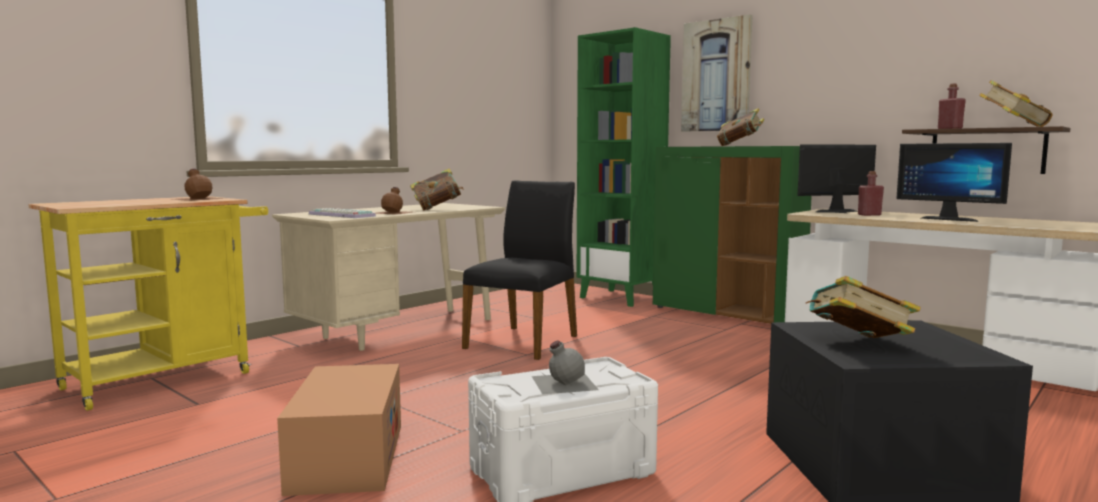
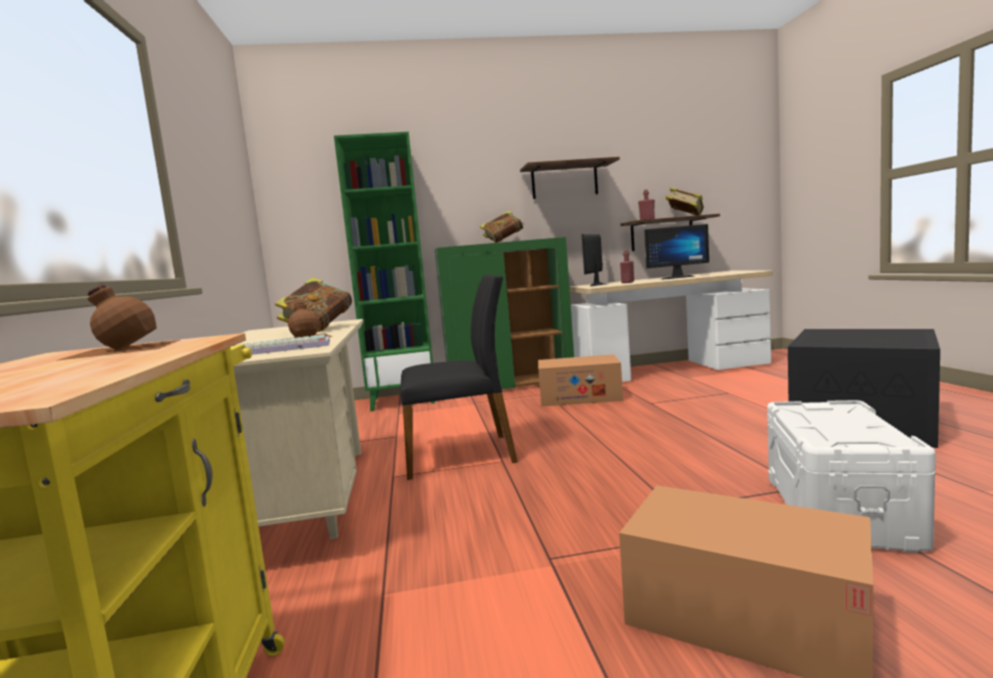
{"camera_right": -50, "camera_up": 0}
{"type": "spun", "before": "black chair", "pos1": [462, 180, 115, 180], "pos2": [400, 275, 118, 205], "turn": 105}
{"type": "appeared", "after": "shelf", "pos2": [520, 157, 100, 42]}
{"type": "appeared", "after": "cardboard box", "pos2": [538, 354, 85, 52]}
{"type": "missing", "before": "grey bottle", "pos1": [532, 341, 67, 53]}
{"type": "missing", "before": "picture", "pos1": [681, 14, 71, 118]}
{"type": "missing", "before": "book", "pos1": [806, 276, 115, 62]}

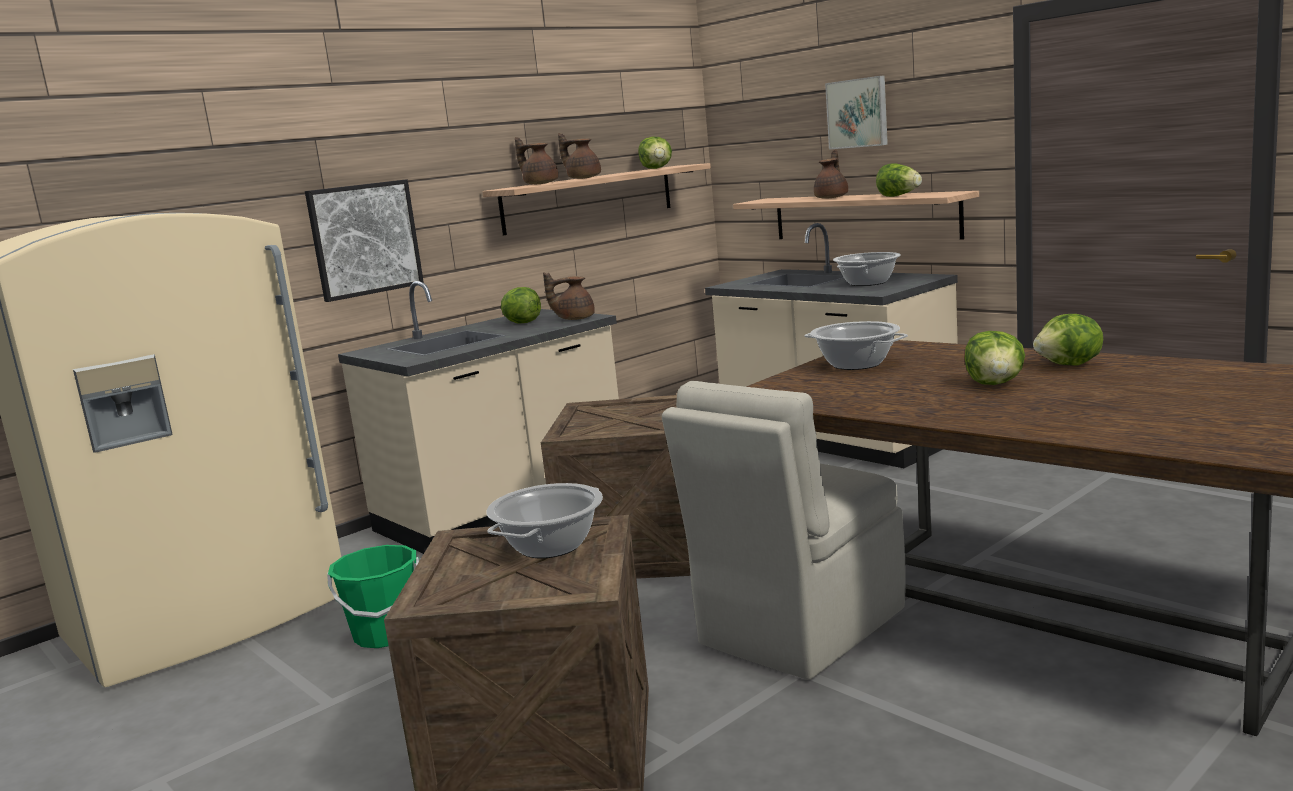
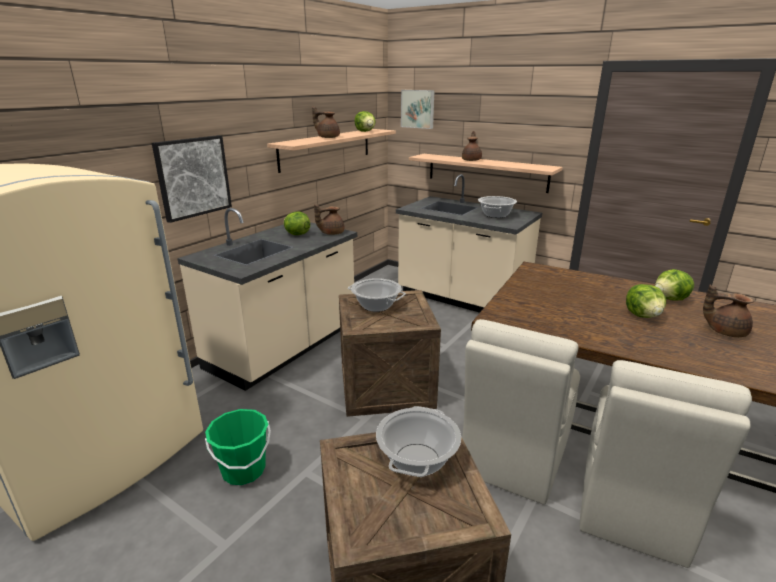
{"camera_right": -15, "camera_up": 10}
{"type": "relocated", "before": "cooking pot", "pos1": [805, 321, 103, 49], "pos2": [348, 278, 58, 34]}
{"type": "relocated", "before": "picture", "pos1": [825, 75, 63, 75], "pos2": [401, 90, 33, 39]}
{"type": "appeared", "after": "beige chair", "pos2": [580, 360, 172, 208]}
{"type": "relocated", "before": "brown teapot", "pos1": [515, 137, 43, 47], "pos2": [703, 285, 51, 53]}
{"type": "missing", "before": "lettuce", "pos1": [876, 163, 46, 34]}

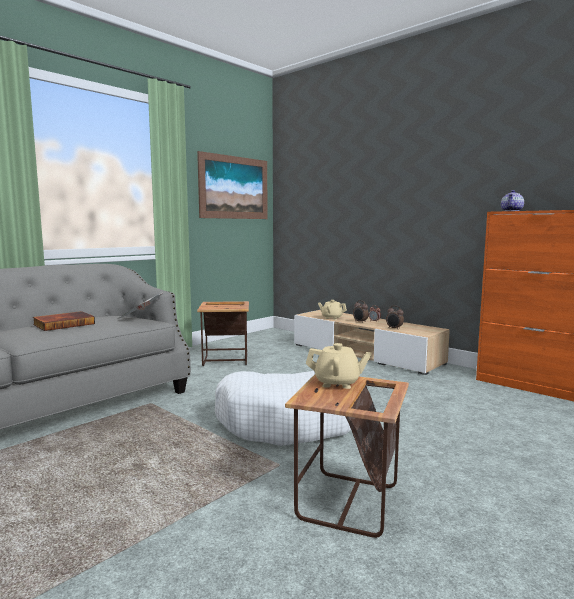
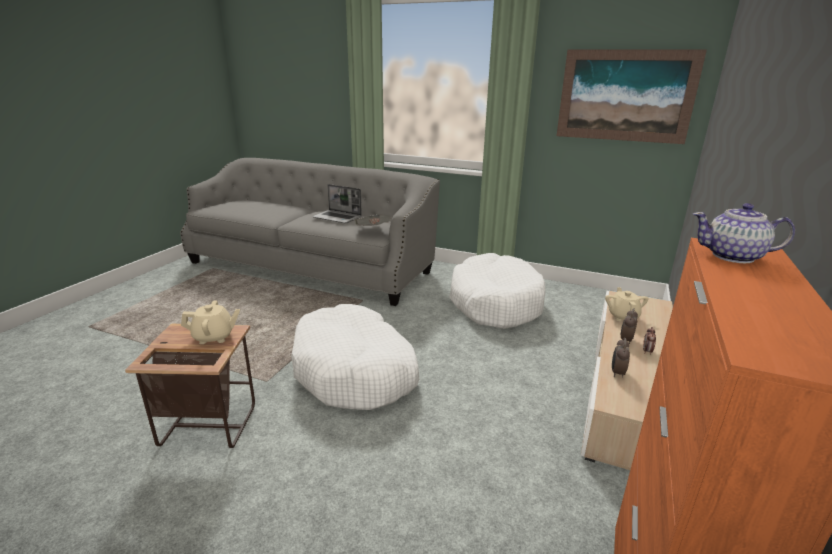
{"camera_right": 70, "camera_up": 15}
{"type": "spun", "before": "beige teapot", "pos1": [306, 343, 65, 46], "pos2": [181, 300, 59, 44], "turn": -90}
{"type": "exchanged", "before": "book", "after": "laptop", "pos1": [33, 311, 62, 20], "pos2": [312, 184, 50, 40]}
{"type": "exchanged", "before": "side table", "after": "white dog bed", "pos1": [197, 301, 52, 65], "pos2": [449, 253, 96, 76]}

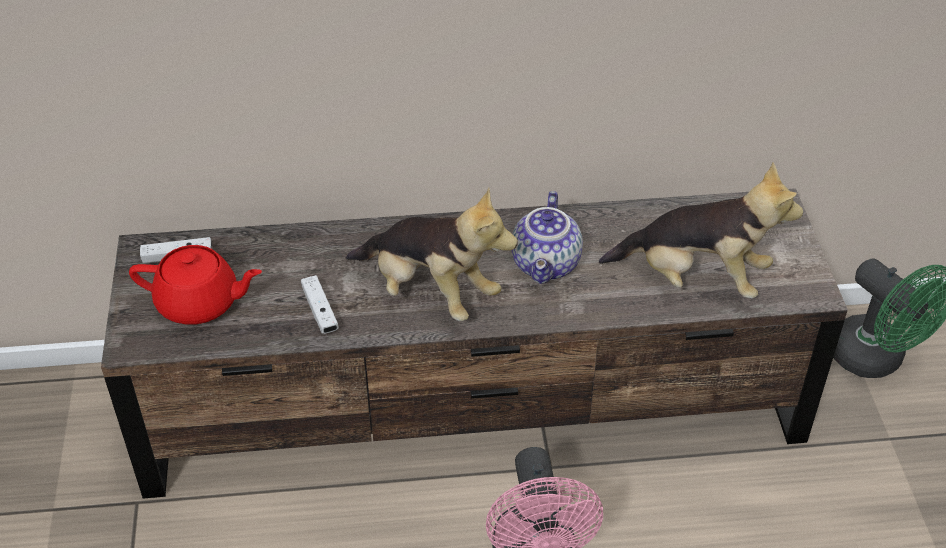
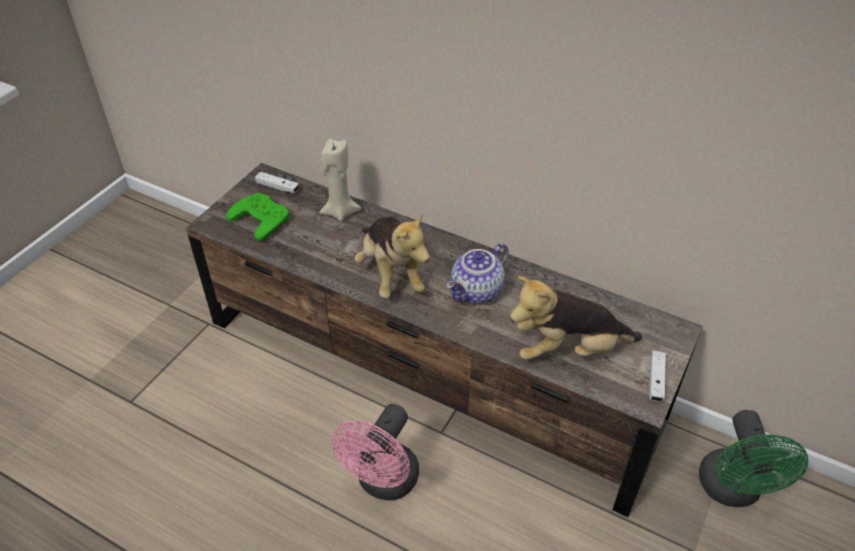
{"camera_right": 35, "camera_up": 0}
{"type": "exchanged", "before": "red teapot", "after": "green game controller", "pos1": [129, 245, 133, 80], "pos2": [226, 193, 64, 48]}
{"type": "appeared", "after": "beige candle", "pos2": [319, 139, 42, 83]}
{"type": "spun", "before": "plush toy", "pos1": [599, 162, 204, 137], "pos2": [510, 276, 132, 84], "turn": 120}
{"type": "relocated", "before": "white game controller", "pos1": [301, 275, 38, 59], "pos2": [649, 351, 17, 51]}

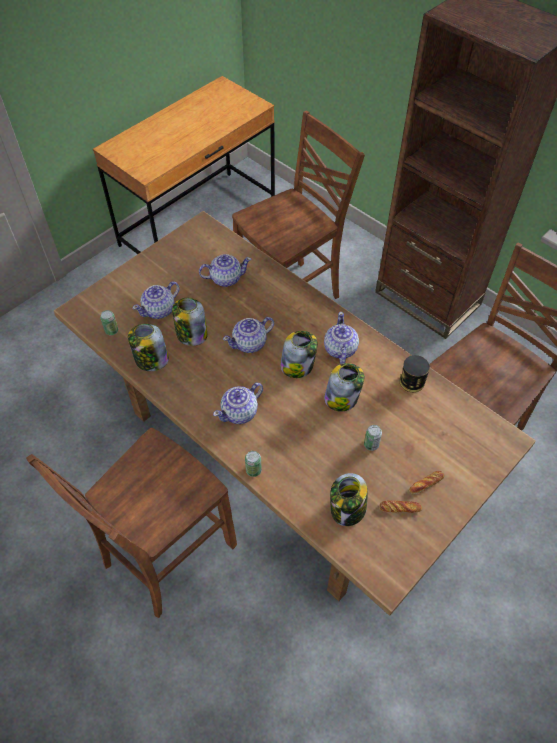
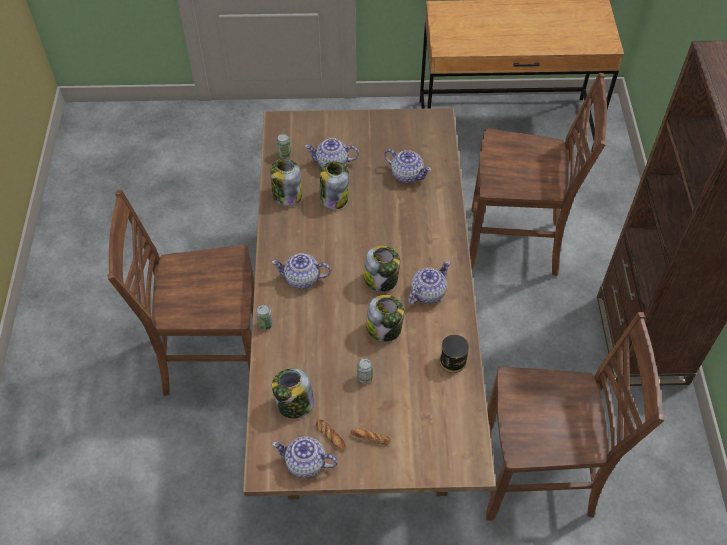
{"camera_right": 45, "camera_up": 0}
{"type": "relocated", "before": "teapot", "pos1": [223, 317, 51, 36], "pos2": [272, 436, 66, 42]}

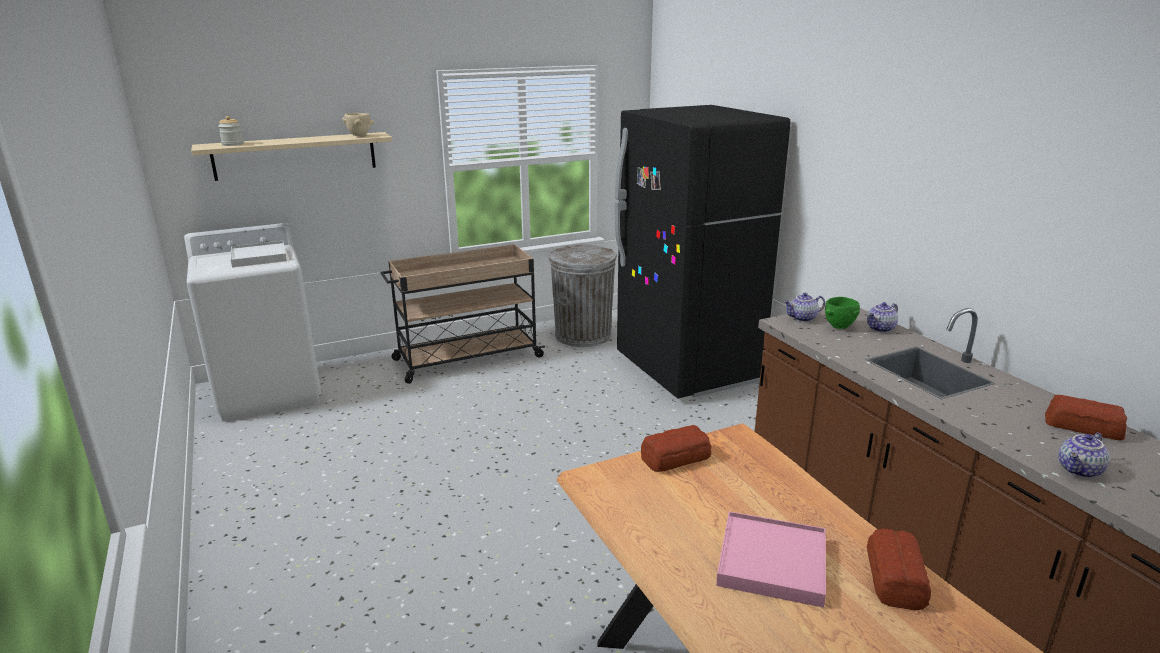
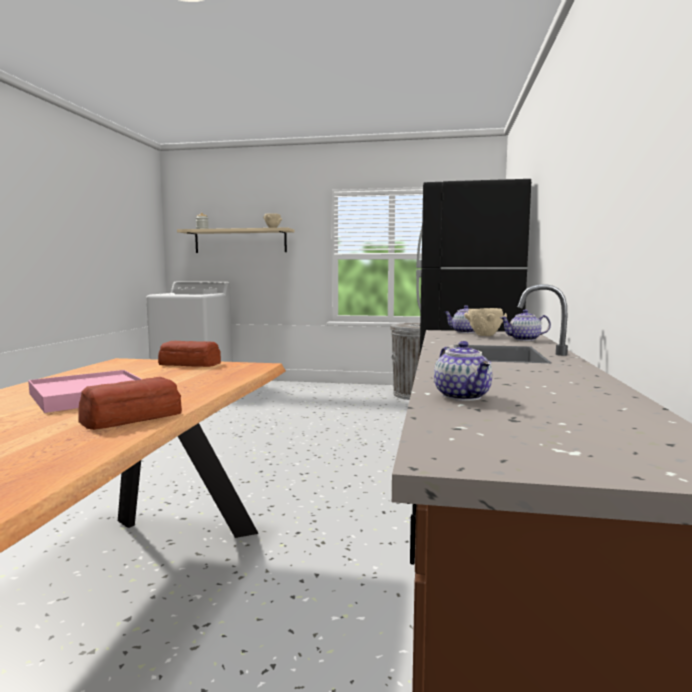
{"camera_right": 35, "camera_up": -15}
{"type": "spun", "before": "teapot", "pos1": [1058, 433, 52, 45], "pos2": [434, 341, 58, 60], "turn": -105}
{"type": "colour", "before": "green bowl", "after": "beige bowl", "pos1": [825, 297, 35, 32], "pos2": [464, 308, 43, 28]}
{"type": "missing", "before": "beige cart", "pos1": [380, 244, 165, 140]}
{"type": "missing", "before": "bread", "pos1": [1045, 395, 82, 46]}

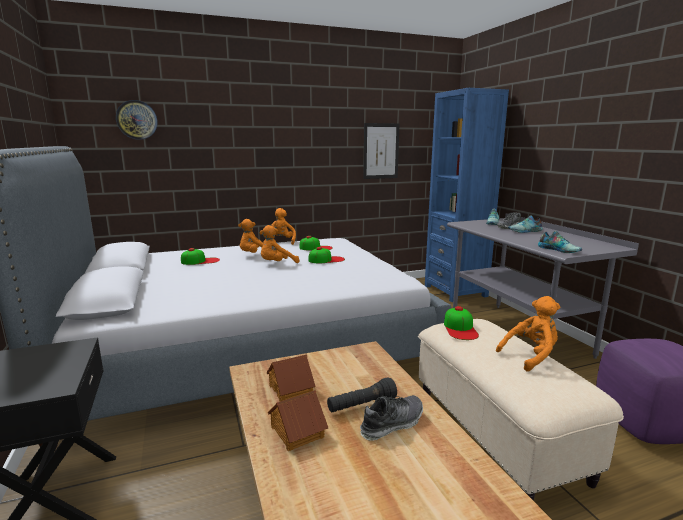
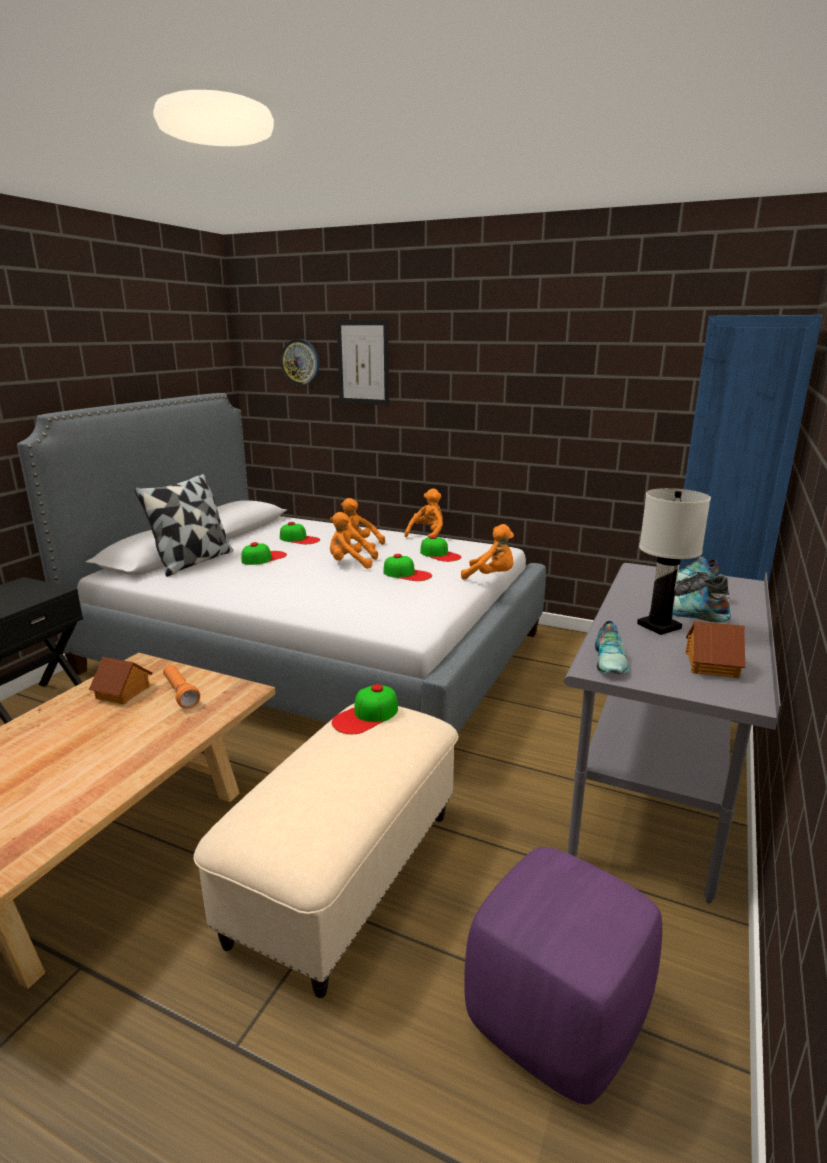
{"camera_right": 45, "camera_up": 5}
{"type": "appeared", "after": "pillow", "pos2": [134, 473, 99, 104]}
{"type": "appeared", "after": "orange flashlight", "pos2": [163, 665, 37, 43]}
{"type": "appeared", "after": "cap", "pos2": [241, 542, 46, 23]}
{"type": "relocated", "before": "picture", "pos1": [363, 123, 36, 56], "pos2": [336, 319, 53, 86]}
{"type": "relocated", "before": "orange plush toy", "pos1": [496, 296, 64, 76], "pos2": [461, 524, 53, 56]}
{"type": "appeared", "after": "white table lamp", "pos2": [637, 488, 74, 147]}
{"type": "relocated", "before": "toy house", "pos1": [268, 390, 60, 61], "pos2": [685, 621, 60, 57]}
{"type": "missing", "before": "black flashlight", "pos1": [327, 378, 70, 34]}
{"type": "missing", "before": "shoe", "pos1": [360, 395, 63, 46]}

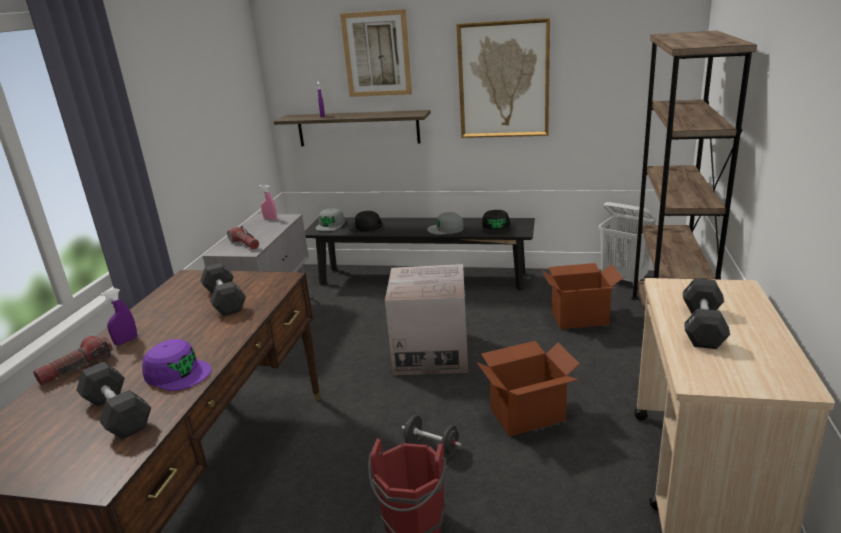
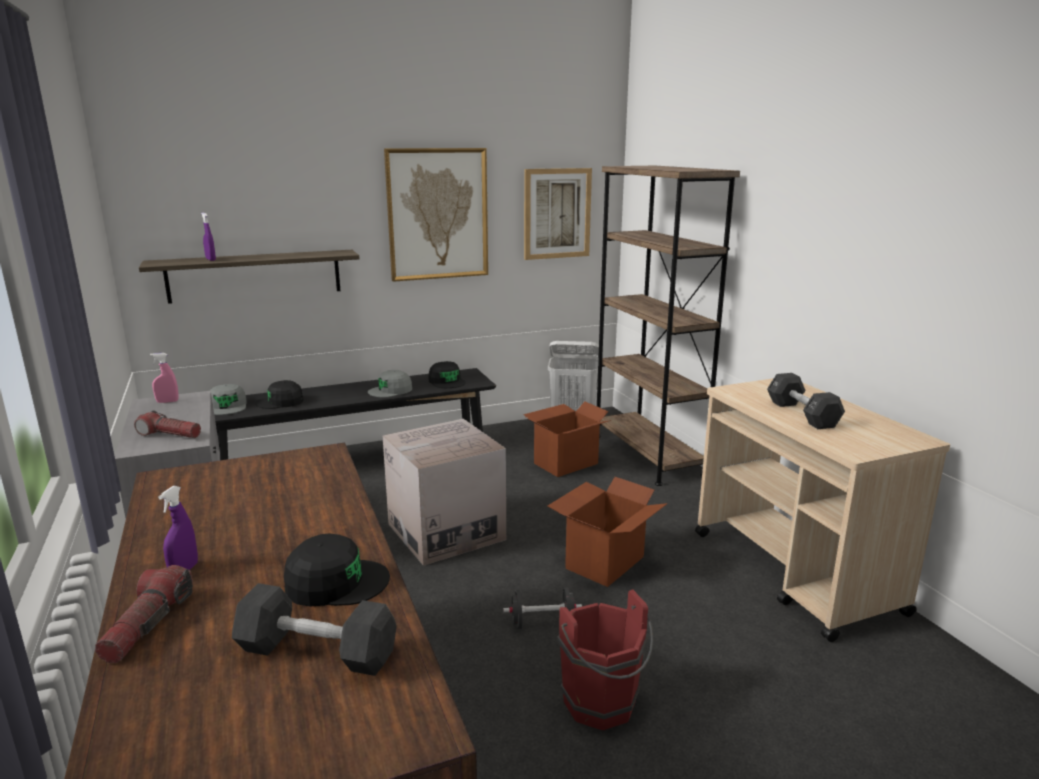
{"camera_right": -35, "camera_up": -5}
{"type": "colour", "before": "purple cap", "after": "black cap", "pos1": [142, 339, 70, 52], "pos2": [284, 534, 106, 72]}
{"type": "relocated", "before": "picture", "pos1": [340, 9, 72, 88], "pos2": [524, 168, 68, 92]}
{"type": "missing", "before": "black dumbbell", "pos1": [200, 263, 46, 53]}

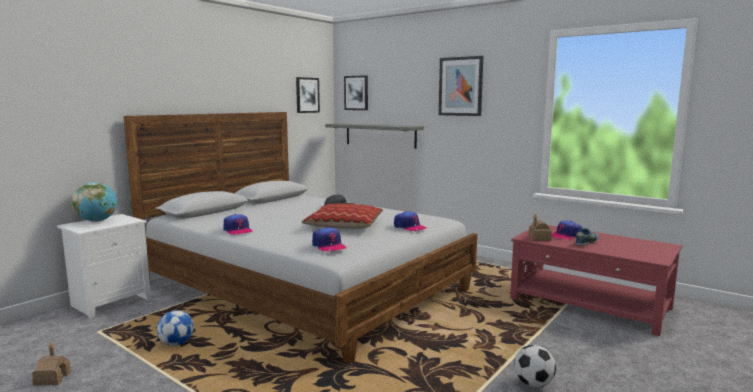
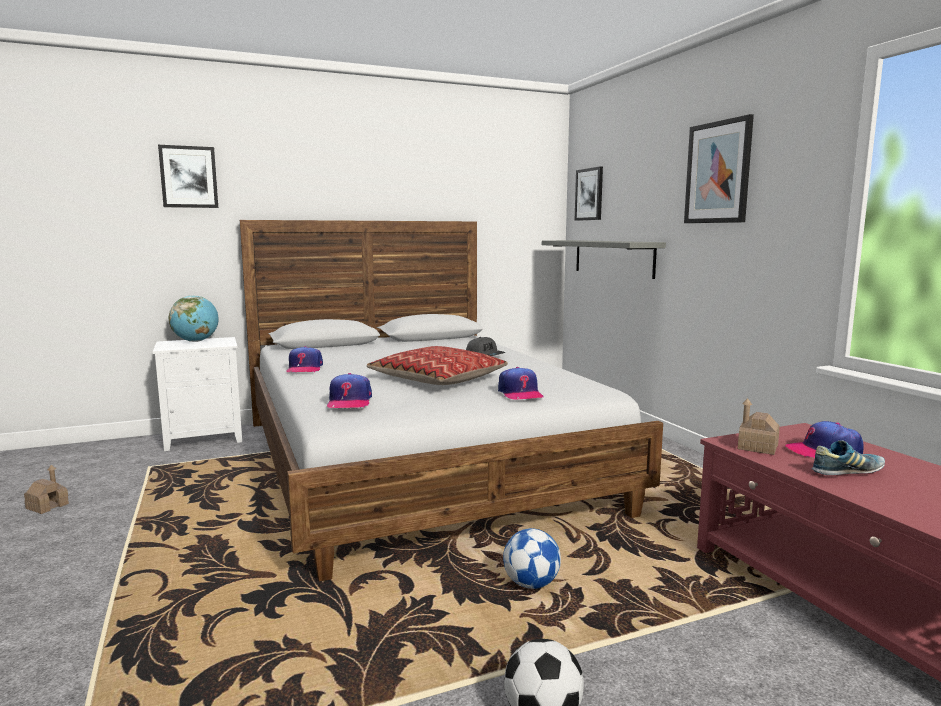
{"camera_right": 30, "camera_up": 0}
{"type": "relocated", "before": "picture", "pos1": [296, 77, 24, 36], "pos2": [158, 145, 60, 63]}
{"type": "relocated", "before": "football", "pos1": [157, 310, 37, 36], "pos2": [503, 528, 58, 61]}

